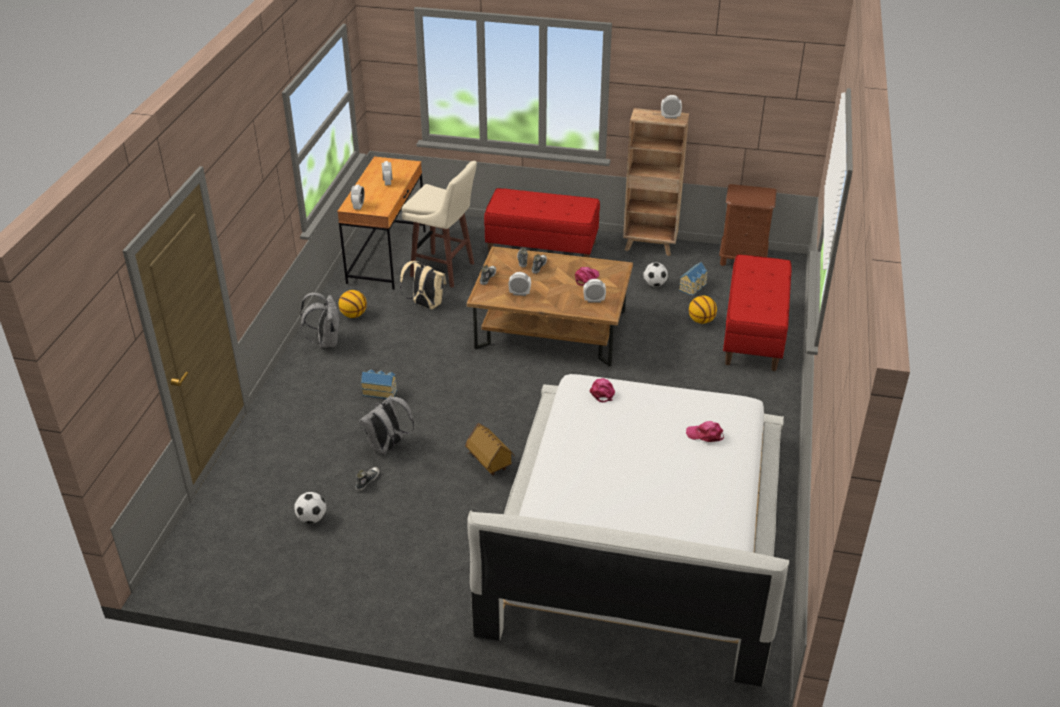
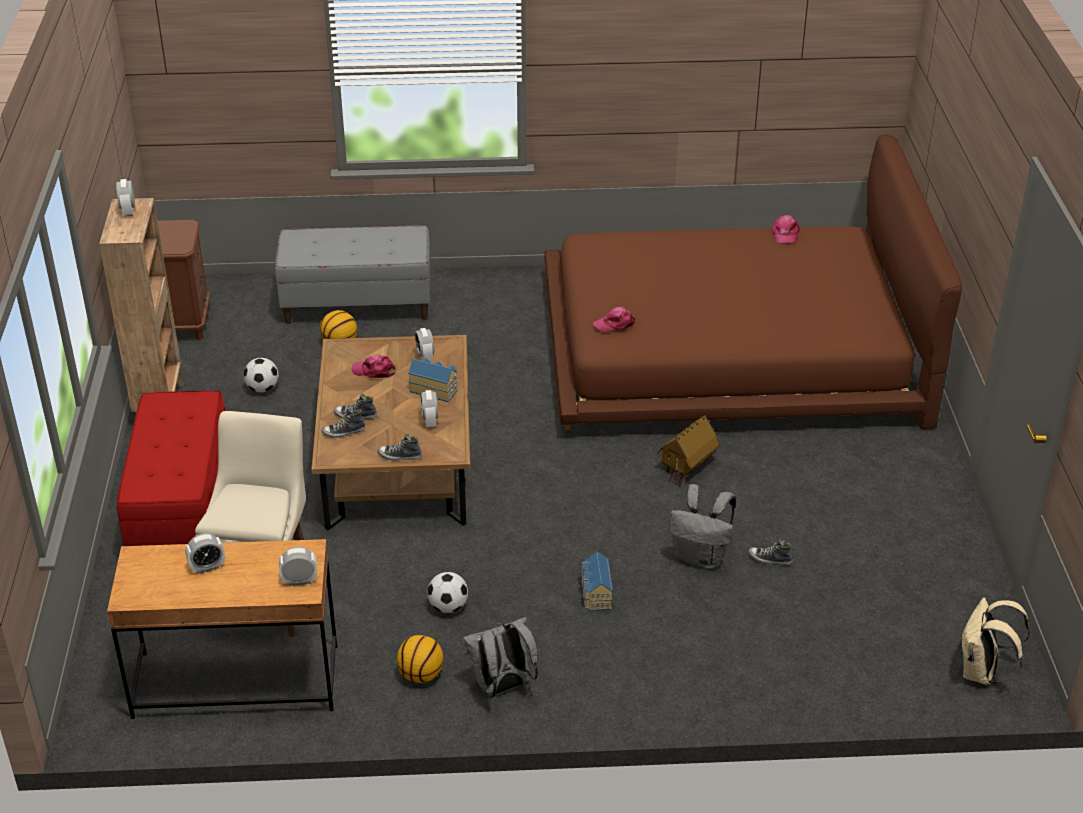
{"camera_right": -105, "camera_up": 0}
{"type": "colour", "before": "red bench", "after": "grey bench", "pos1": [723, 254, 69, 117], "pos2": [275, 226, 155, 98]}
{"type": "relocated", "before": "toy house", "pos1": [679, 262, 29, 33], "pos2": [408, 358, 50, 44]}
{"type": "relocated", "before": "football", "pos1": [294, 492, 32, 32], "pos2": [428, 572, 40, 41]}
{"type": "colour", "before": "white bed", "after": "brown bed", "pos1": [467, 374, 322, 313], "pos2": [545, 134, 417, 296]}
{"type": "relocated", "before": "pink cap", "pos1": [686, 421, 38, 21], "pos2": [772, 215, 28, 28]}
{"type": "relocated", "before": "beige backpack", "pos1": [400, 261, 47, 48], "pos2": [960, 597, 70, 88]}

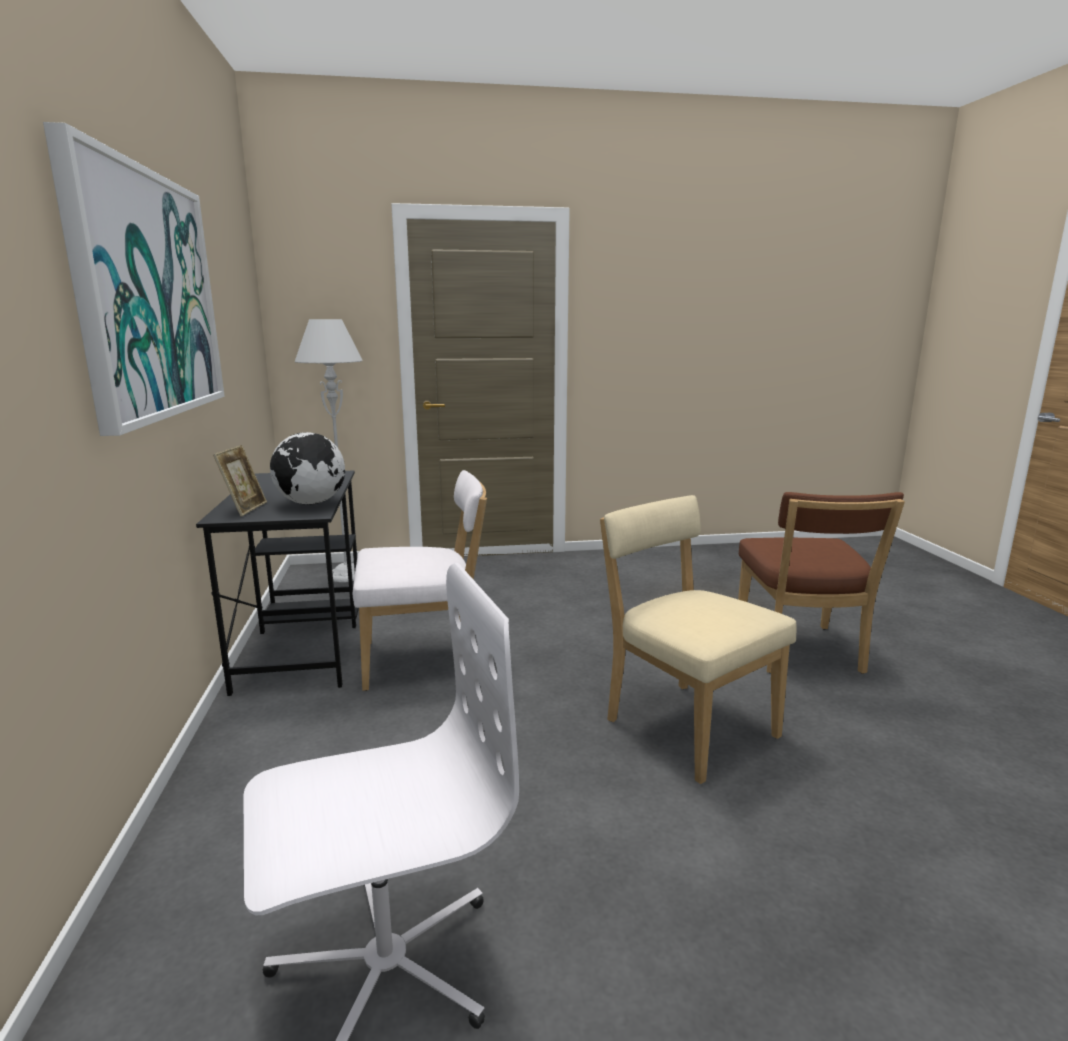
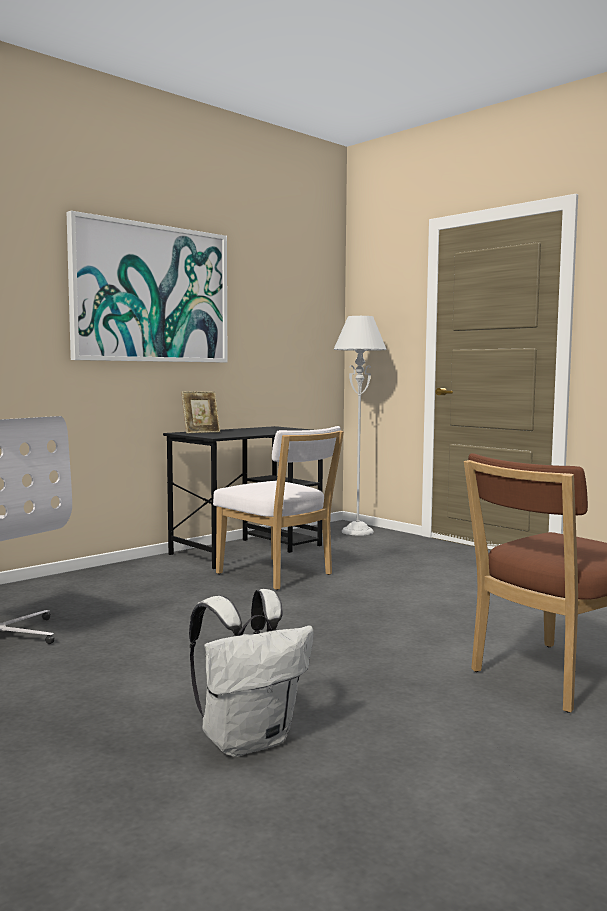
{"camera_right": 55, "camera_up": -10}
{"type": "appeared", "after": "white backpack", "pos2": [189, 589, 125, 168]}
{"type": "missing", "before": "globe", "pos1": [270, 432, 75, 73]}
{"type": "missing", "before": "beige chair", "pos1": [600, 495, 196, 289]}

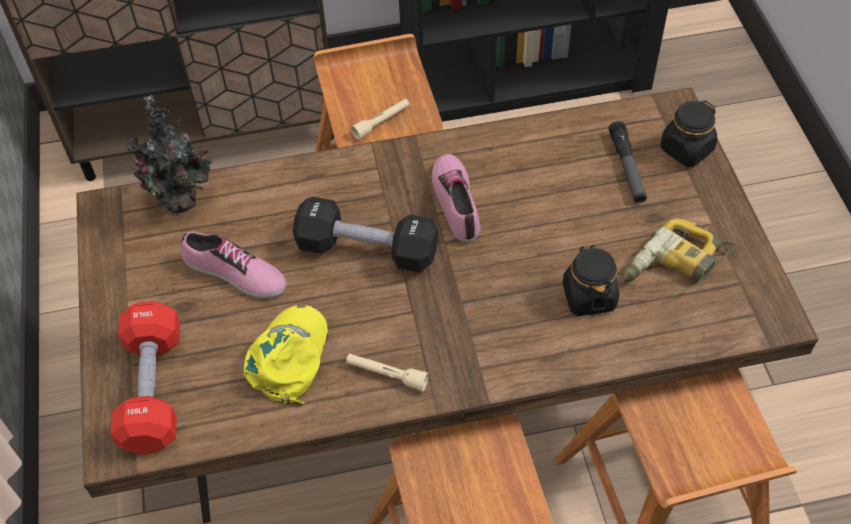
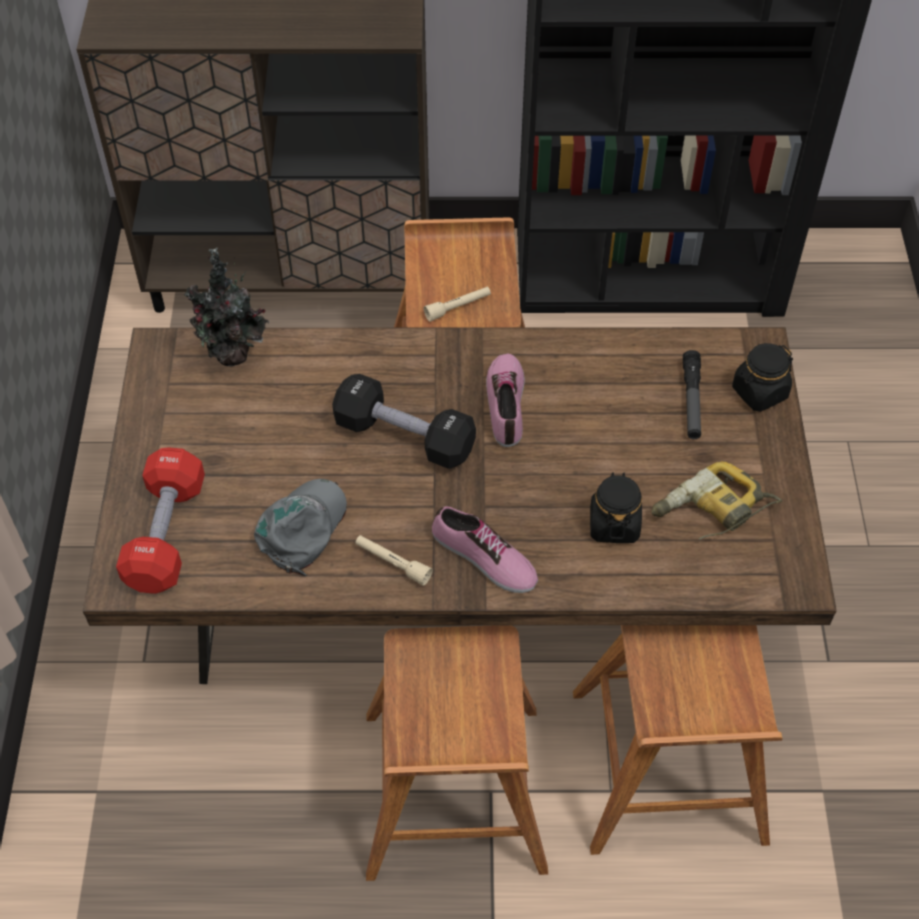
{"camera_right": 10, "camera_up": 0}
{"type": "colour", "before": "yellow cap", "after": "grey cap", "pos1": [244, 305, 84, 100], "pos2": [254, 479, 93, 97]}
{"type": "relocated", "before": "shoe", "pos1": [181, 232, 105, 67], "pos2": [432, 506, 106, 87]}

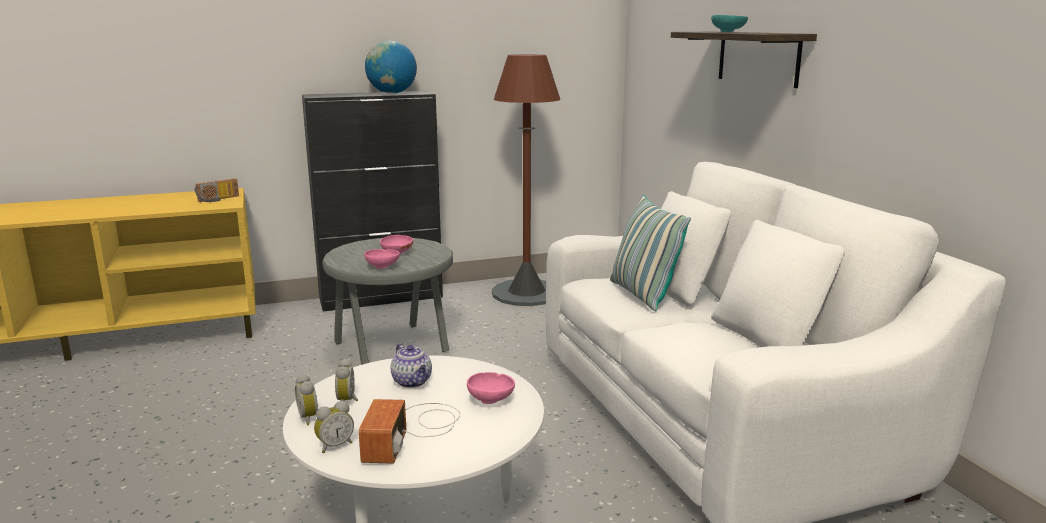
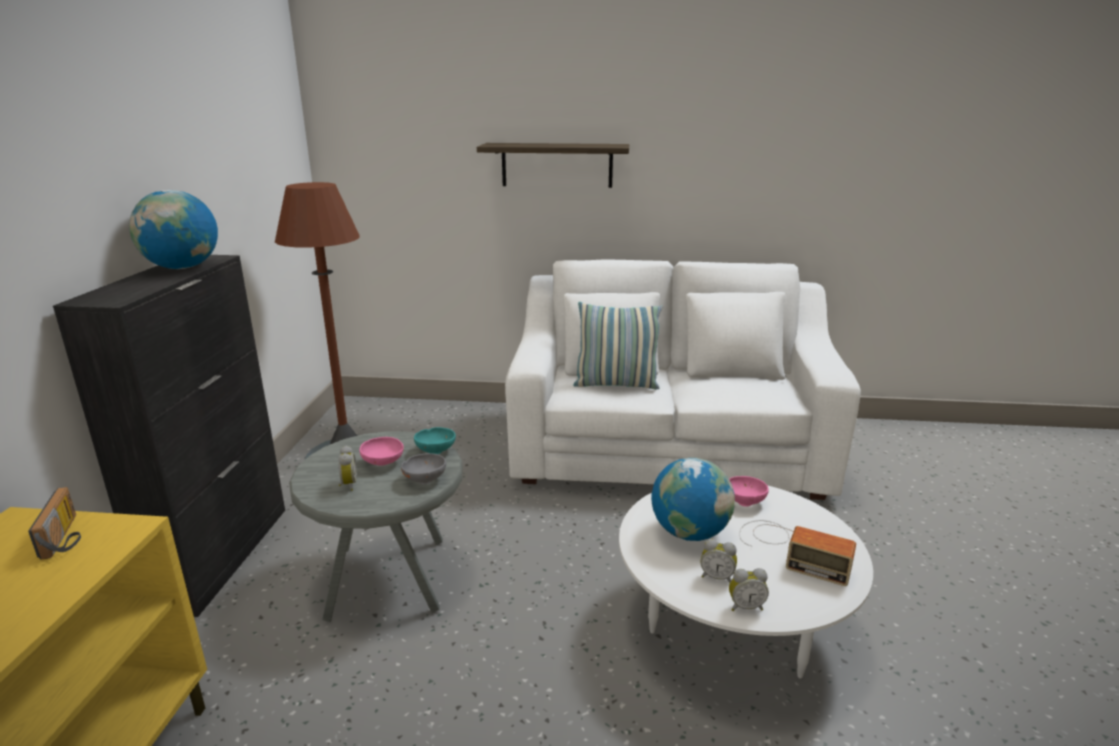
{"camera_right": -65, "camera_up": 5}
{"type": "relocated", "before": "alarm clock", "pos1": [314, 401, 40, 52], "pos2": [338, 445, 19, 46]}
{"type": "colour", "before": "pink bowl", "after": "grey bowl", "pos1": [364, 249, 36, 20], "pos2": [401, 453, 45, 31]}
{"type": "relocated", "before": "turquoise bowl", "pos1": [711, 15, 37, 17], "pos2": [414, 427, 42, 27]}
{"type": "exchanged", "before": "teapot", "after": "globe", "pos1": [391, 343, 41, 45], "pos2": [651, 458, 84, 83]}

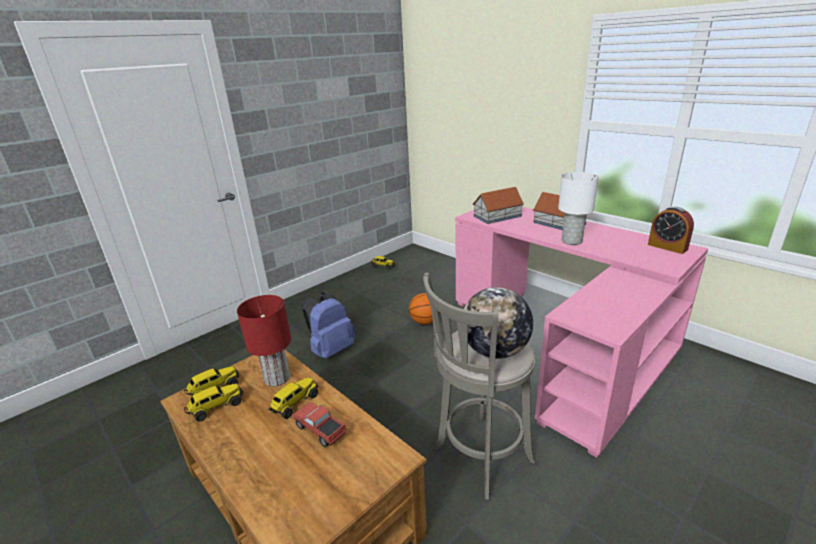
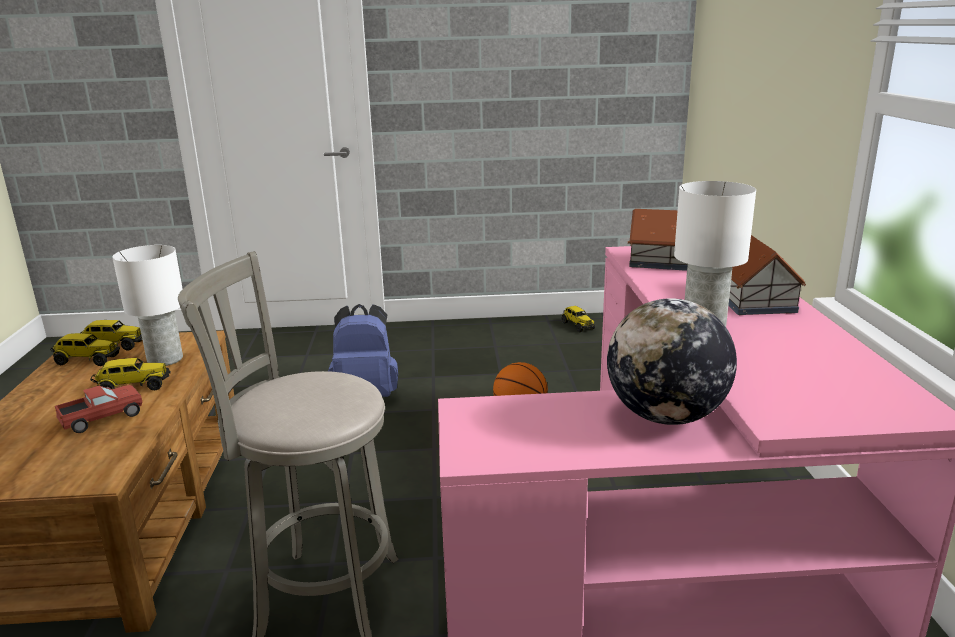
{"camera_right": 40, "camera_up": -5}
{"type": "spun", "before": "toy truck", "pos1": [293, 402, 53, 45], "pos2": [55, 385, 87, 48], "turn": 60}
{"type": "colour", "before": "red table lamp", "after": "white table lamp", "pos1": [237, 295, 54, 91], "pos2": [112, 245, 71, 121]}
{"type": "relocated", "before": "globe", "pos1": [464, 287, 69, 72], "pos2": [607, 298, 130, 127]}
{"type": "missing", "before": "alarm clock", "pos1": [648, 206, 46, 48]}

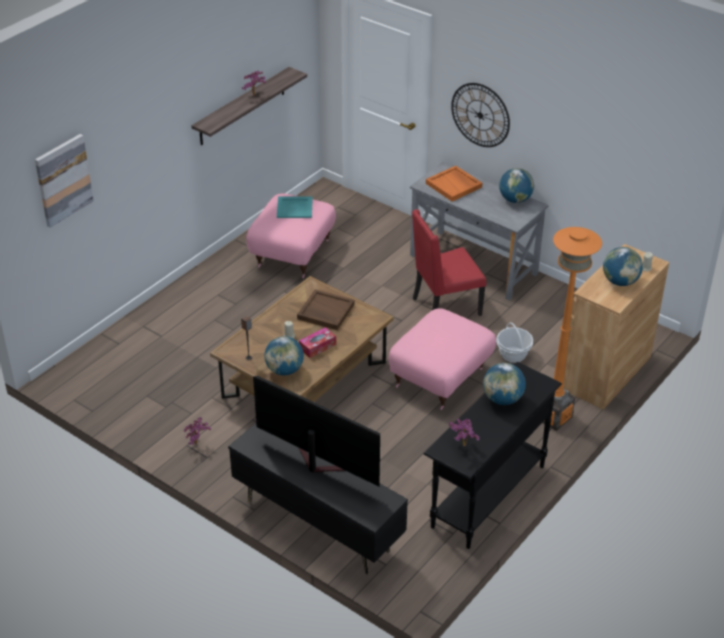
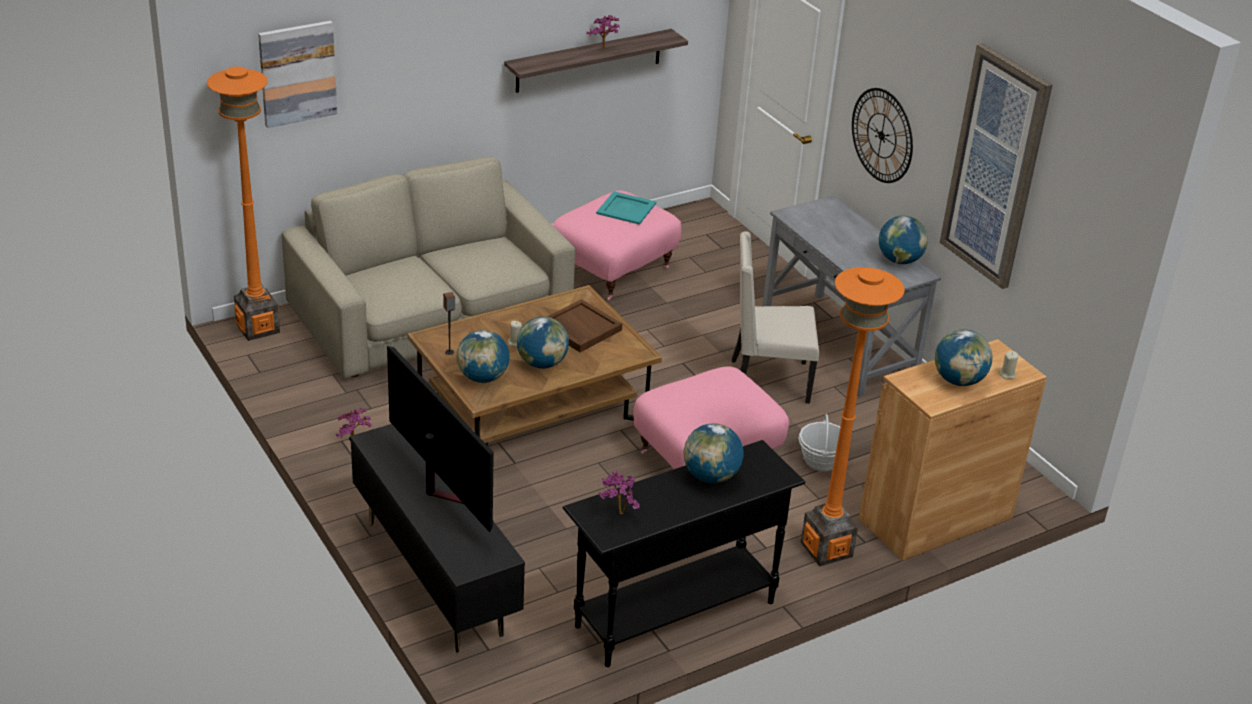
{"camera_right": 20, "camera_up": -5}
{"type": "appeared", "after": "orange floor lamp", "pos2": [207, 67, 73, 274]}
{"type": "appeared", "after": "beige sofa", "pos2": [282, 157, 293, 221]}
{"type": "exchanged", "before": "tissue box", "after": "globe", "pos1": [299, 327, 37, 31], "pos2": [517, 317, 52, 52]}
{"type": "colour", "before": "red chair", "after": "beige chair", "pos1": [412, 209, 74, 107], "pos2": [732, 231, 87, 173]}
{"type": "appeared", "after": "picture", "pos2": [940, 43, 112, 246]}
{"type": "missing", "before": "orange tray", "pos1": [426, 166, 56, 36]}

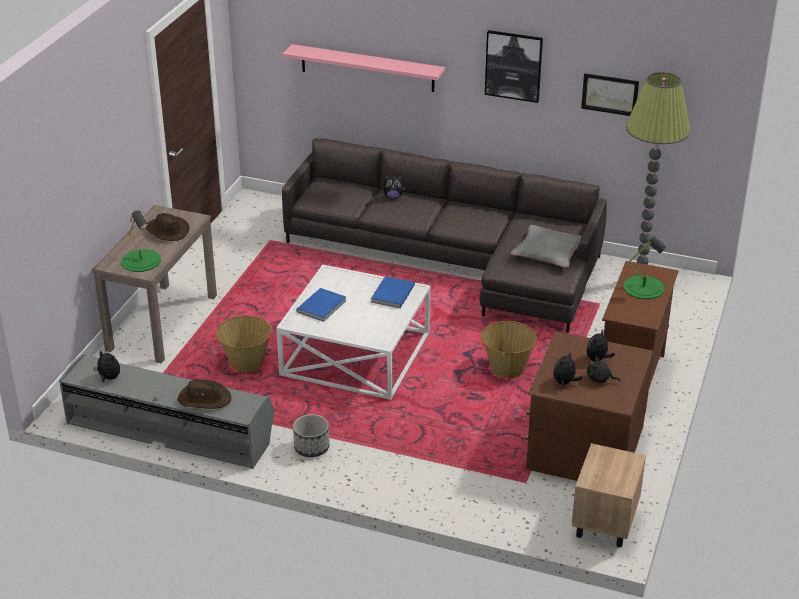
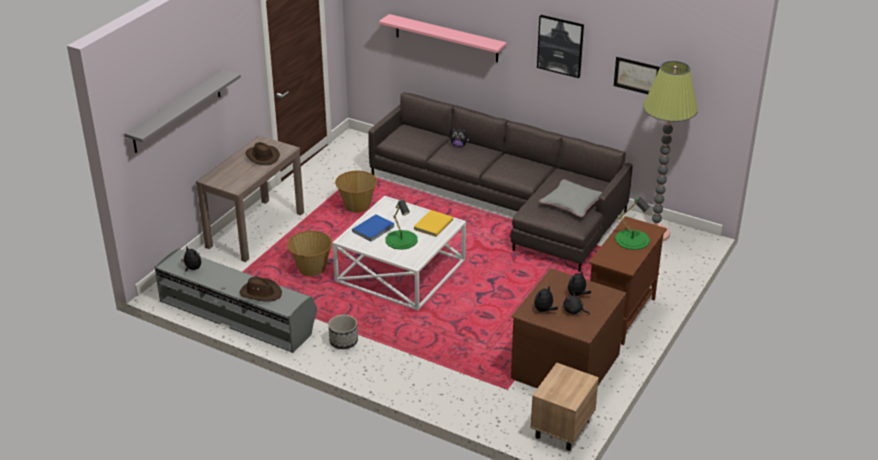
{"camera_right": 10, "camera_up": 0}
{"type": "appeared", "after": "grey shelf", "pos2": [124, 70, 117, 83]}
{"type": "relocated", "before": "basket", "pos1": [481, 321, 56, 57], "pos2": [335, 171, 42, 42]}
{"type": "relocated", "before": "green table lamp", "pos1": [121, 210, 40, 62], "pos2": [385, 200, 33, 50]}
{"type": "colour", "before": "blue book", "after": "yellow book", "pos1": [371, 276, 44, 32], "pos2": [414, 210, 39, 27]}

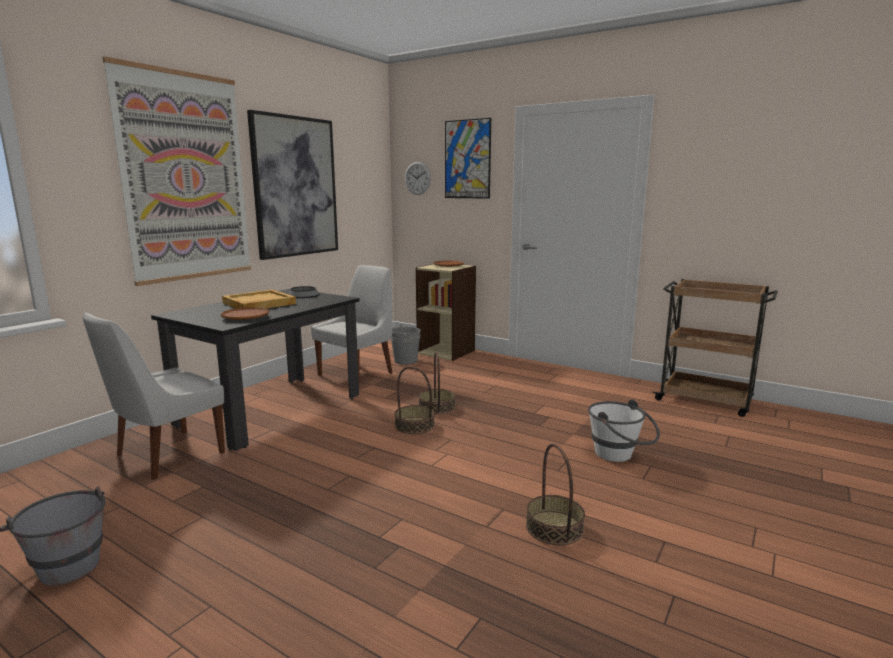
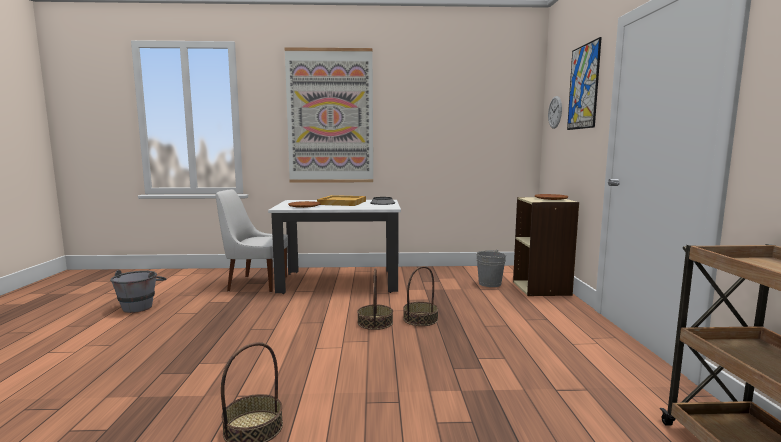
{"camera_right": 55, "camera_up": -5}
{"type": "colour", "before": "black dining table", "after": "white dining table", "pos1": [151, 289, 209, 162], "pos2": [268, 200, 133, 94]}
{"type": "missing", "before": "picture", "pos1": [247, 110, 91, 150]}
{"type": "missing", "before": "white chair", "pos1": [311, 265, 82, 114]}
{"type": "missing", "before": "white bucket", "pos1": [588, 400, 72, 62]}

